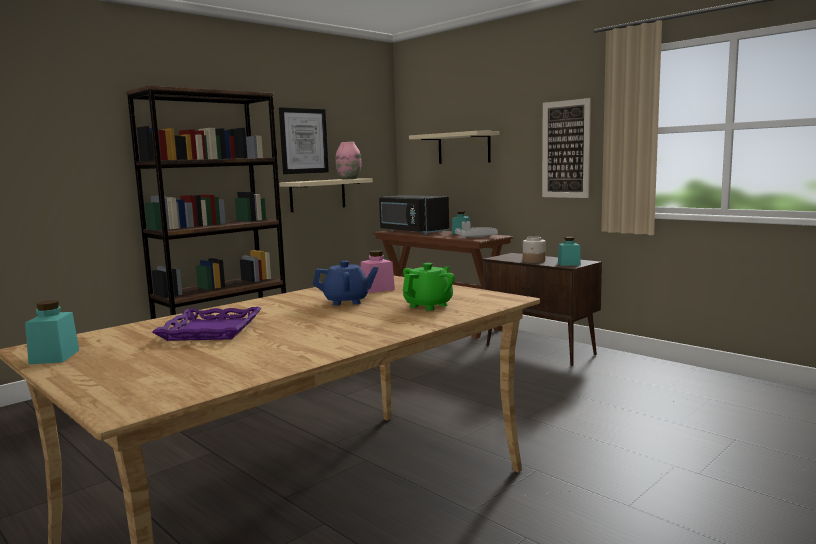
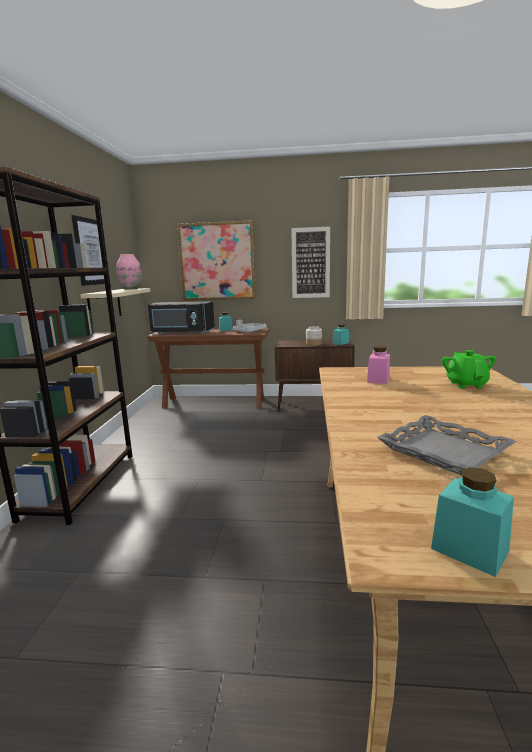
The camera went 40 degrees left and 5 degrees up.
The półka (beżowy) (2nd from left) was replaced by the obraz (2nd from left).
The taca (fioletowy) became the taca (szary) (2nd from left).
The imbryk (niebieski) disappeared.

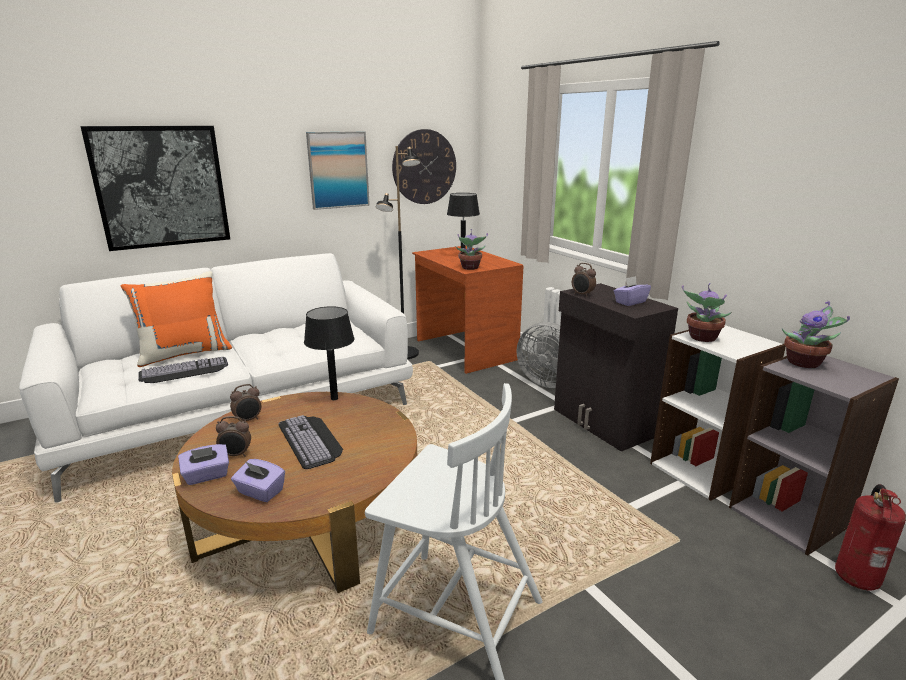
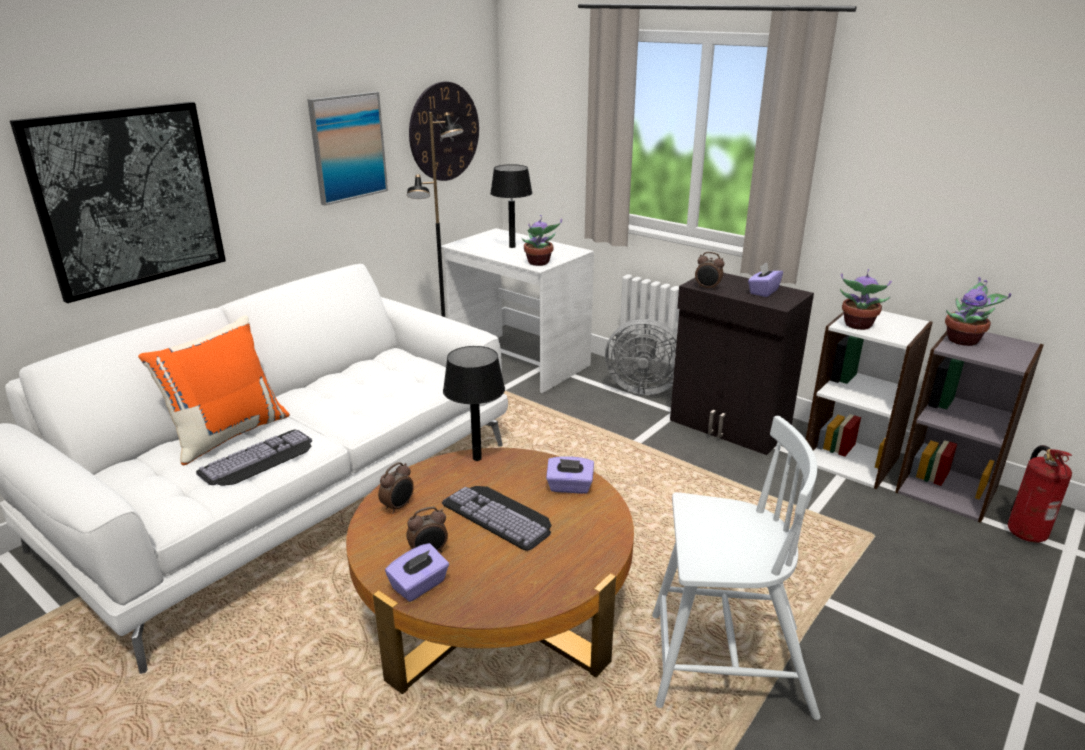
The camera went 20 degrees left and 5 degrees up.
The biurko (brązowy) became the biurko (biały).
The pudełko chusteczek (fioletowy) (2nd from left) moved.

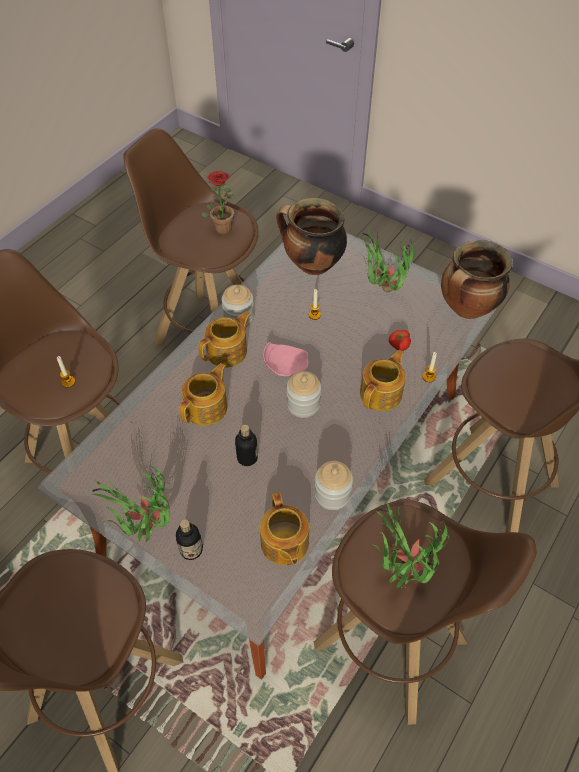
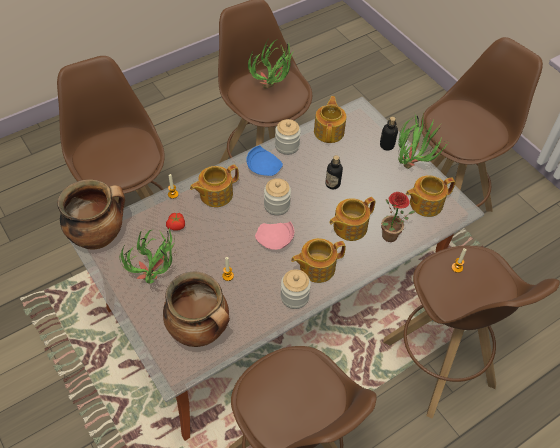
The camera went 160 degrees left and 0 degrees up.
The talerz (niebieski) appeared.
The roślina doniczkowa (2nd from left in the first image) moved.
The imbryk (5th from left) appeared.

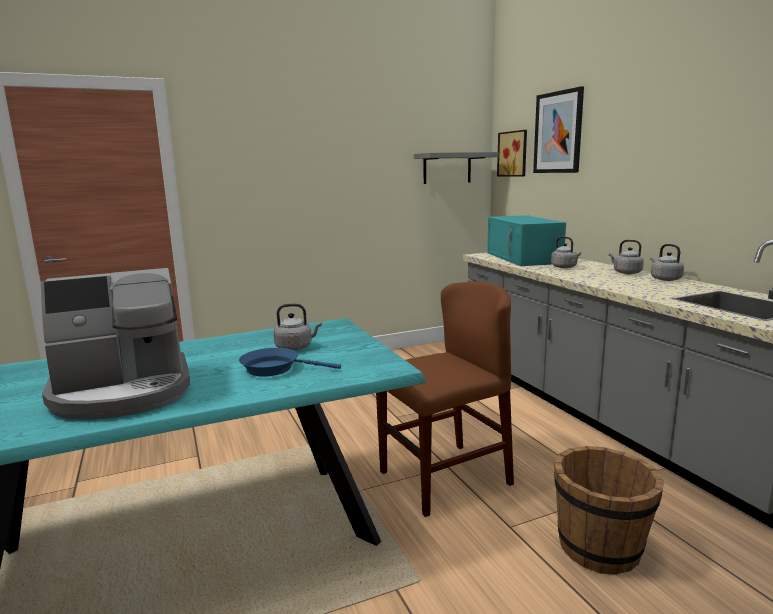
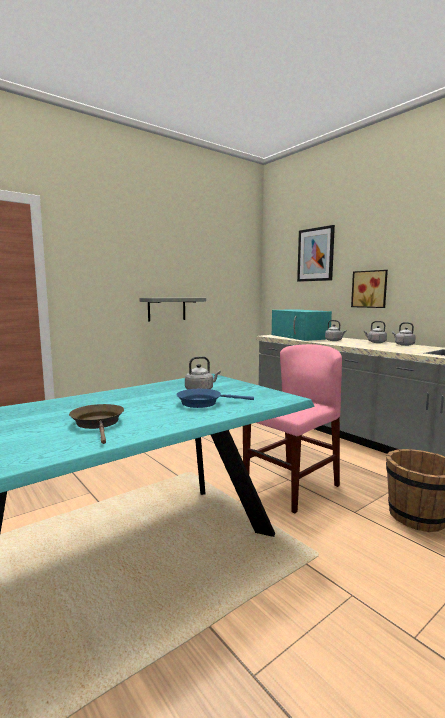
The camera went 15 degrees left and 5 degrees down.
The ekspres do kawy was replaced by the patelnia (brązowy).
The półka (szary) moved.
The krzesło (brązowy) became the krzesło (różowy).
The obraz (1st from left in the first image) moved.

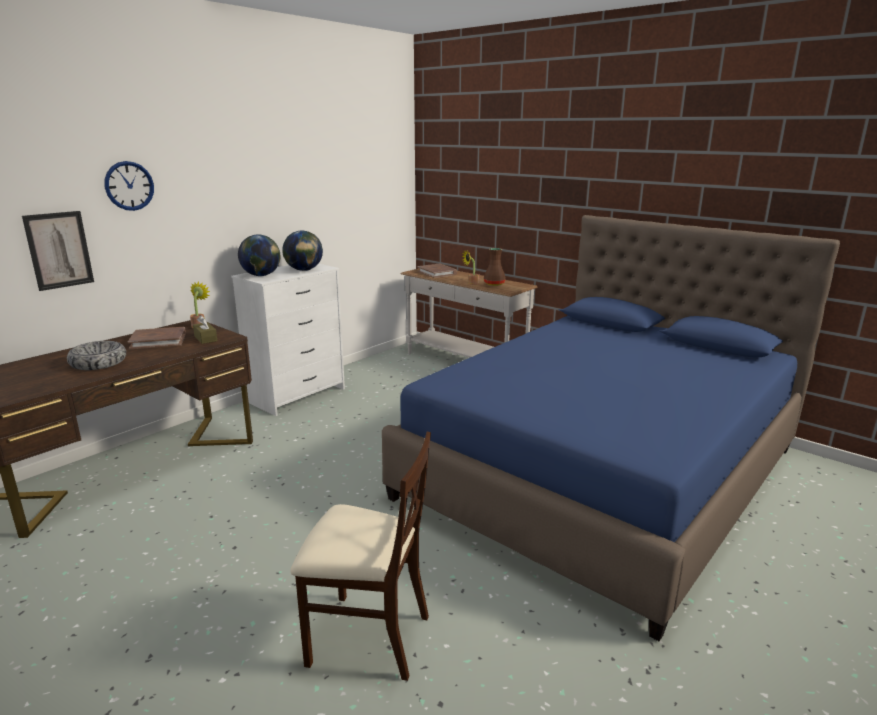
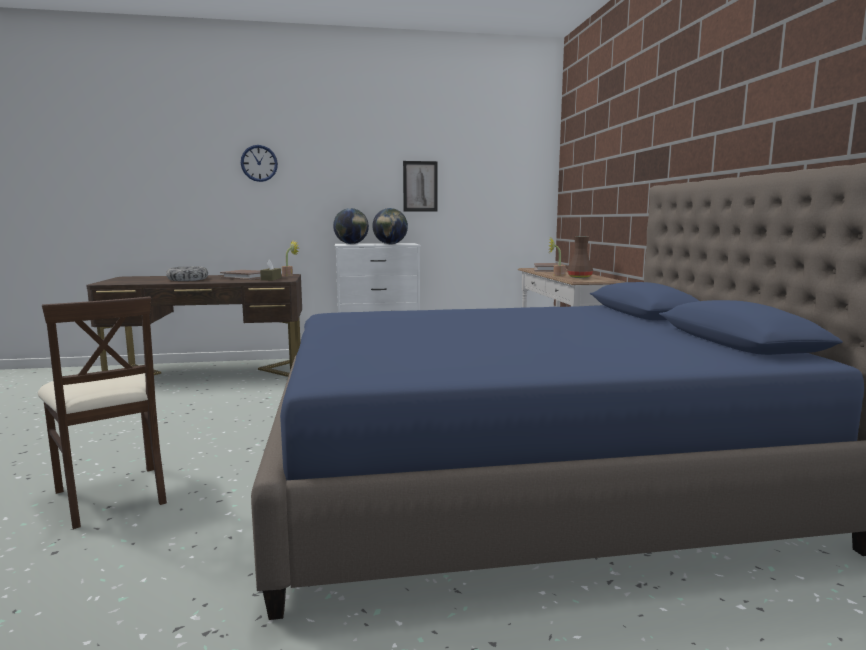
The camera went 40 degrees right and 10 degrees down.
The obraz moved.

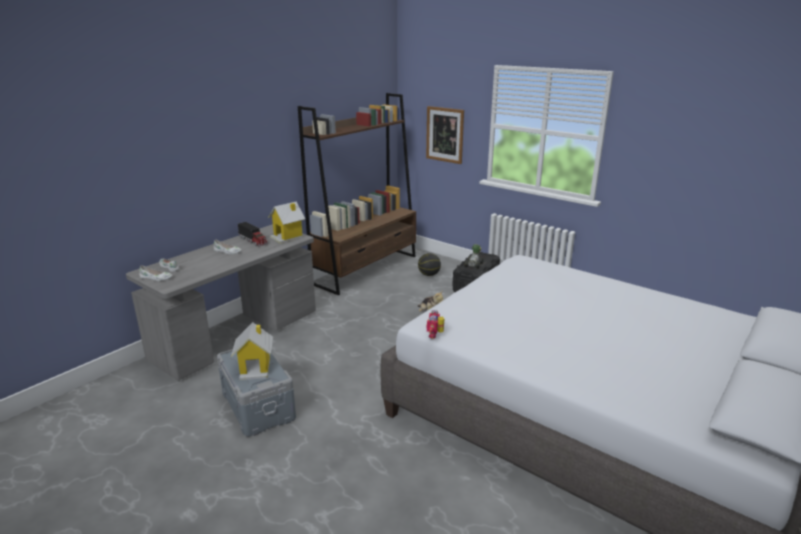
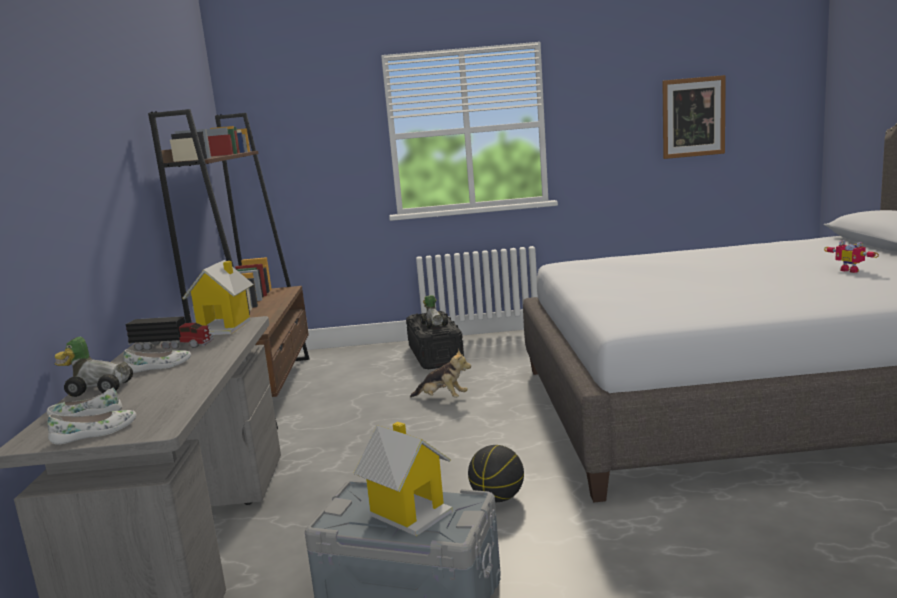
The camera went 40 degrees left and 10 degrees down.
The samochodzik (1st from left) appeared.
The piłka do koszykówki moved.
The obraz moved.
The robot zabawkowy moved.

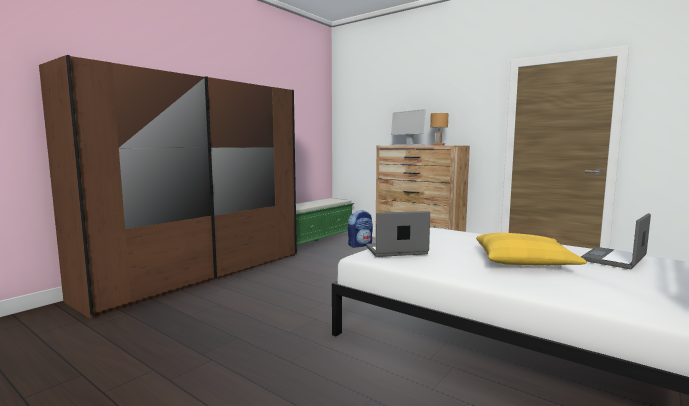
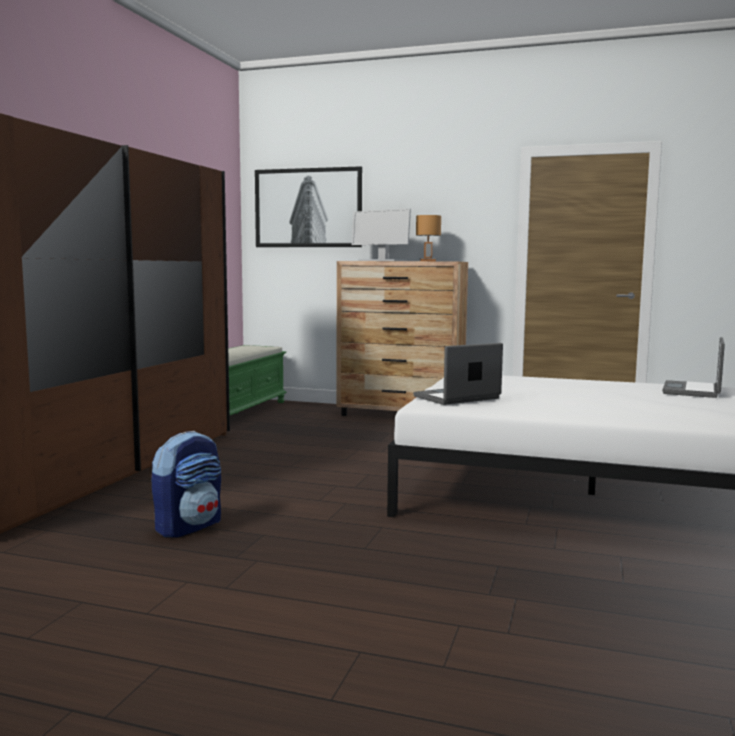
The camera went 20 degrees left and 0 degrees up.
The plecak moved.
The obraz appeared.
The poduszka (żółty) disappeared.

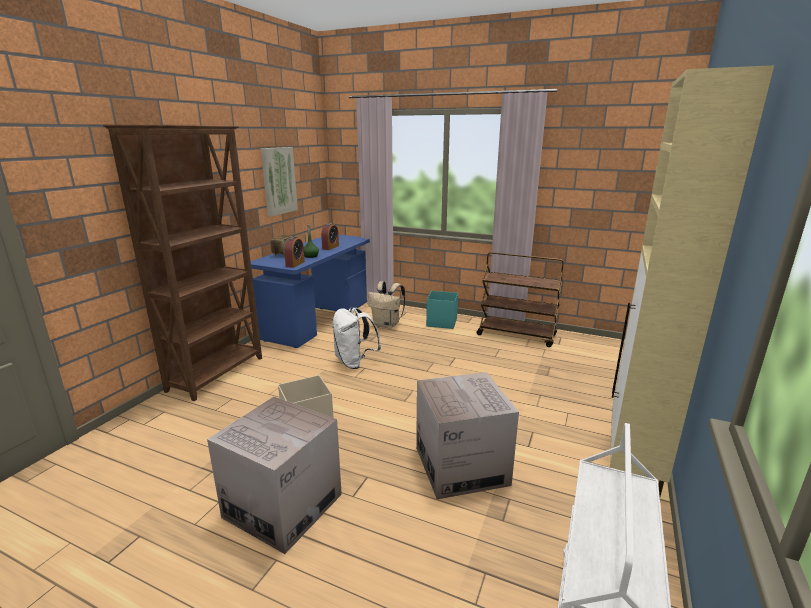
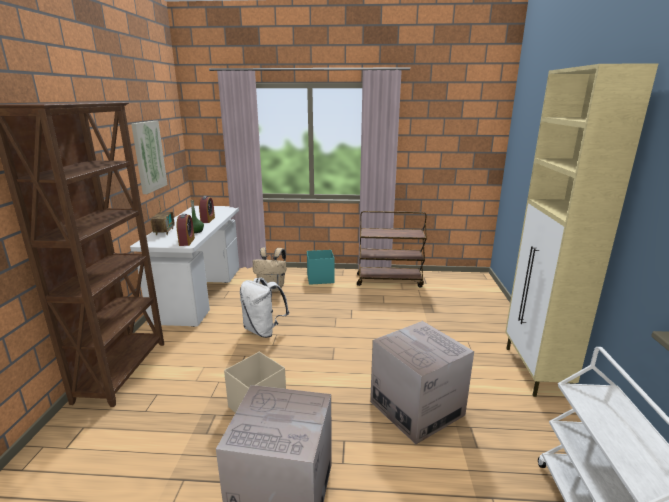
The camera went 20 degrees left and 0 degrees up.
The biurko (niebieski) became the biurko (biały).

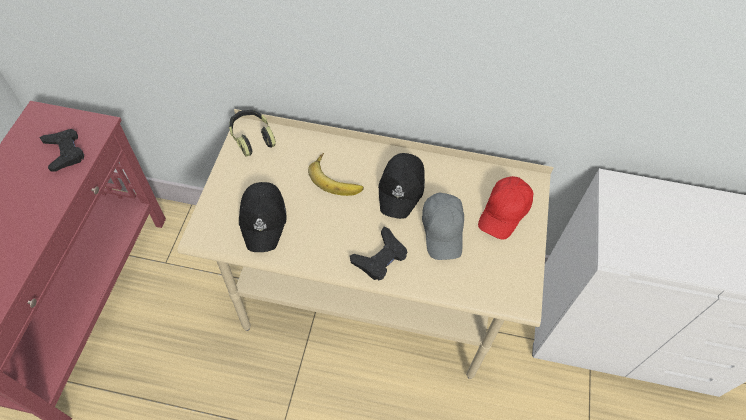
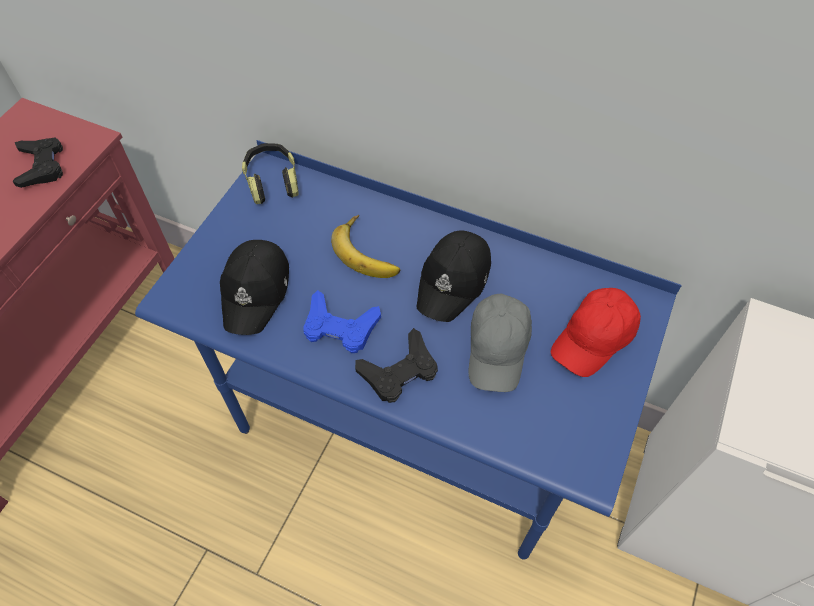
The camera went 15 degrees right and 0 degrees up.
The biurko (beżowy) became the biurko (niebieski).
The pad do gier (niebieski) appeared.

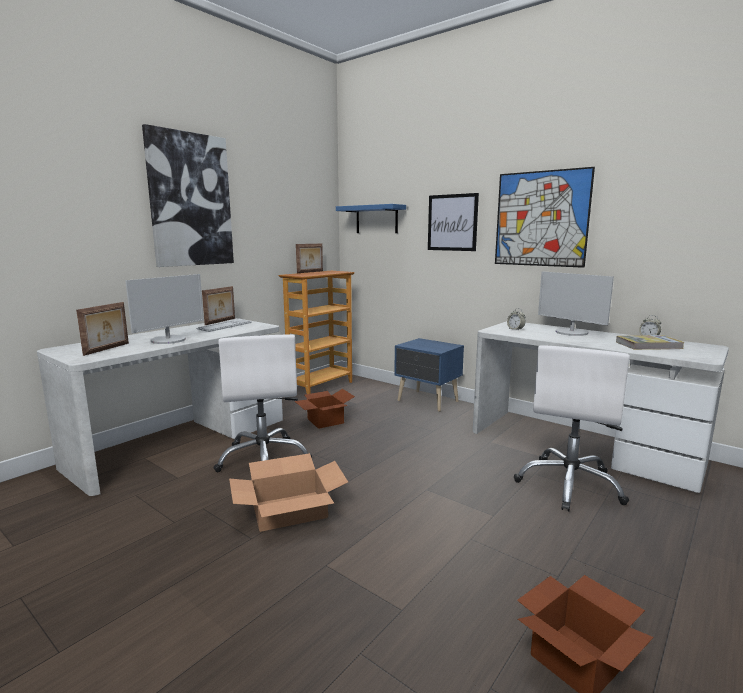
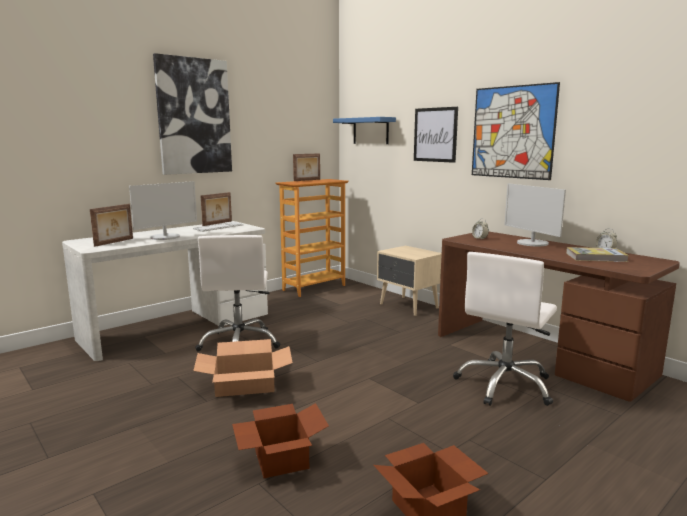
The camera went 10 degrees right and 0 degrees up.
The karton (2nd from left) moved.
The szafka nocna (niebieski) became the szafka nocna (beżowy).
The biurko (biały) (2nd from left) became the biurko (brązowy).

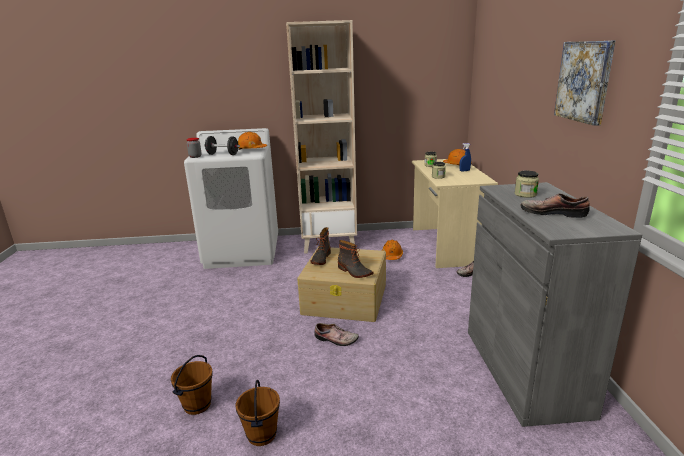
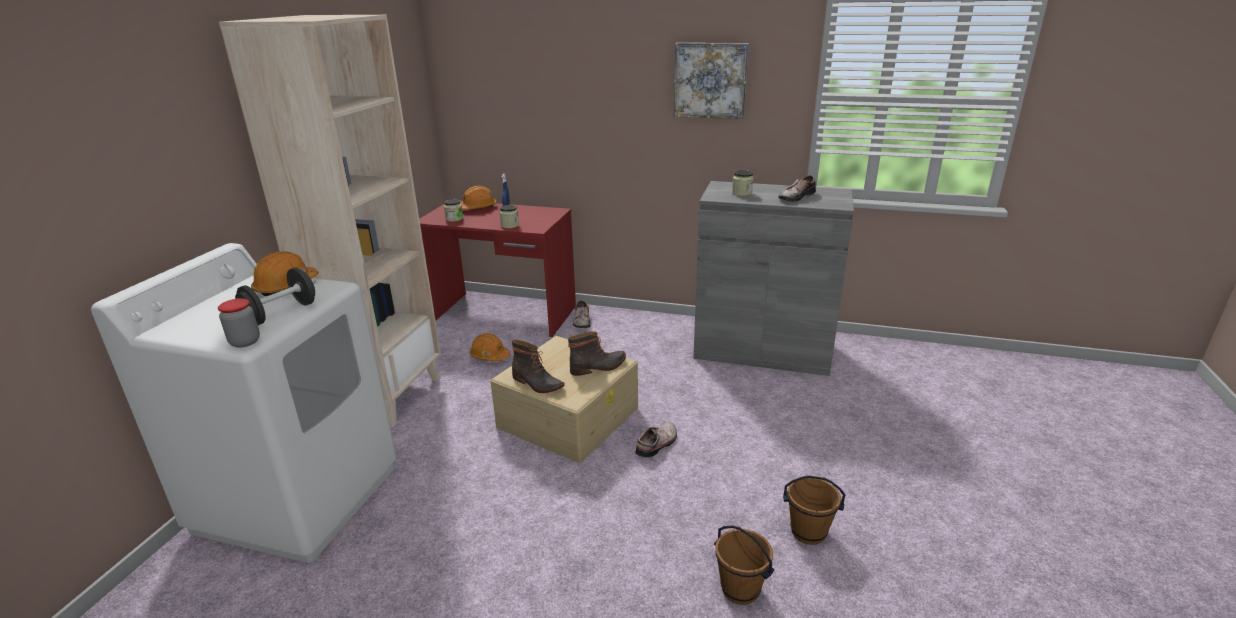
The camera went 70 degrees left and 5 degrees up.
The biurko (beżowy) became the biurko (czerwony).

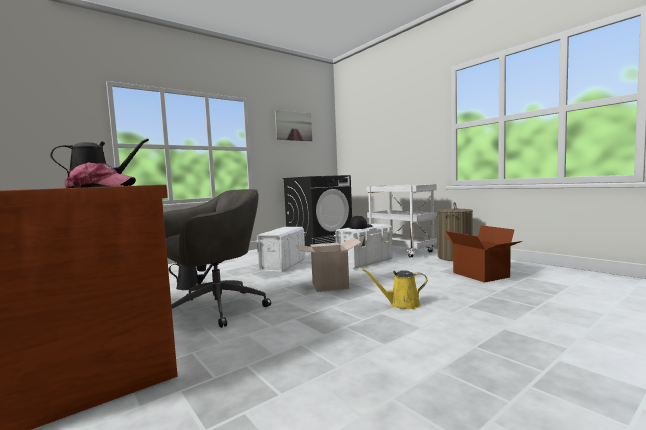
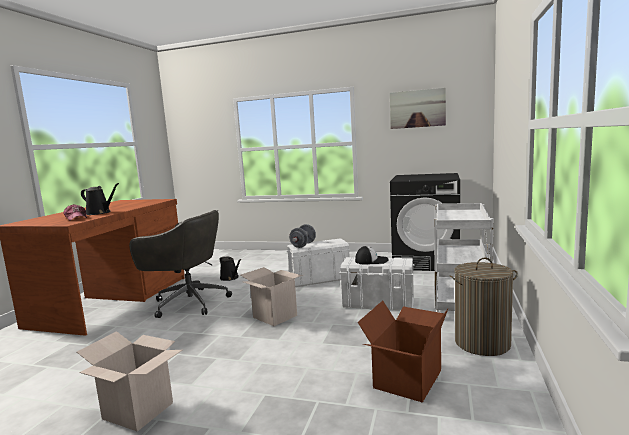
The camera went 55 degrees right and 5 degrees up.
The karton (1st from left) appeared.
The hantel (szary) appeared.
The konewka (żółty) disappeared.

